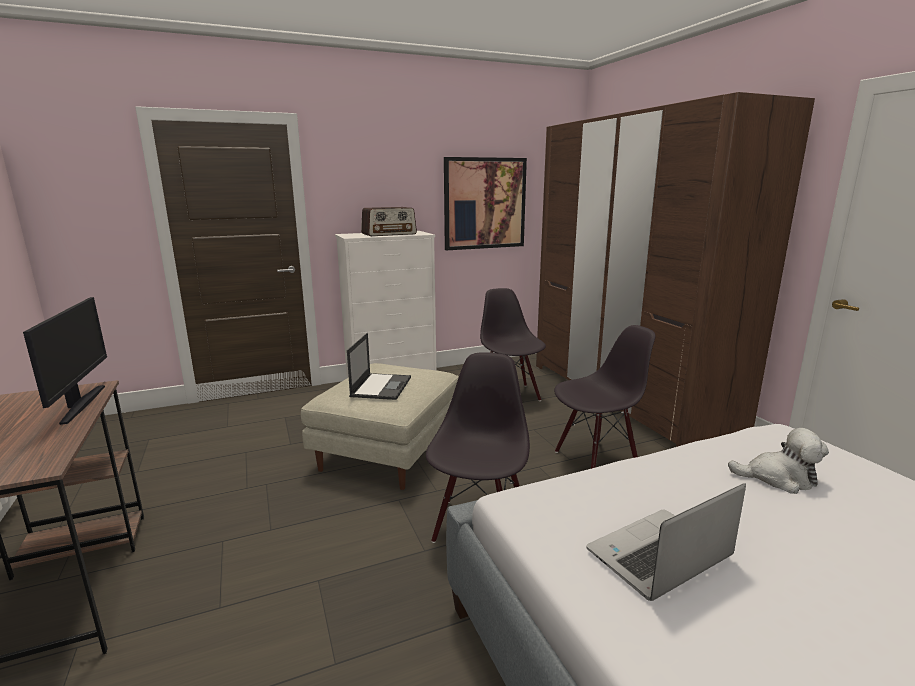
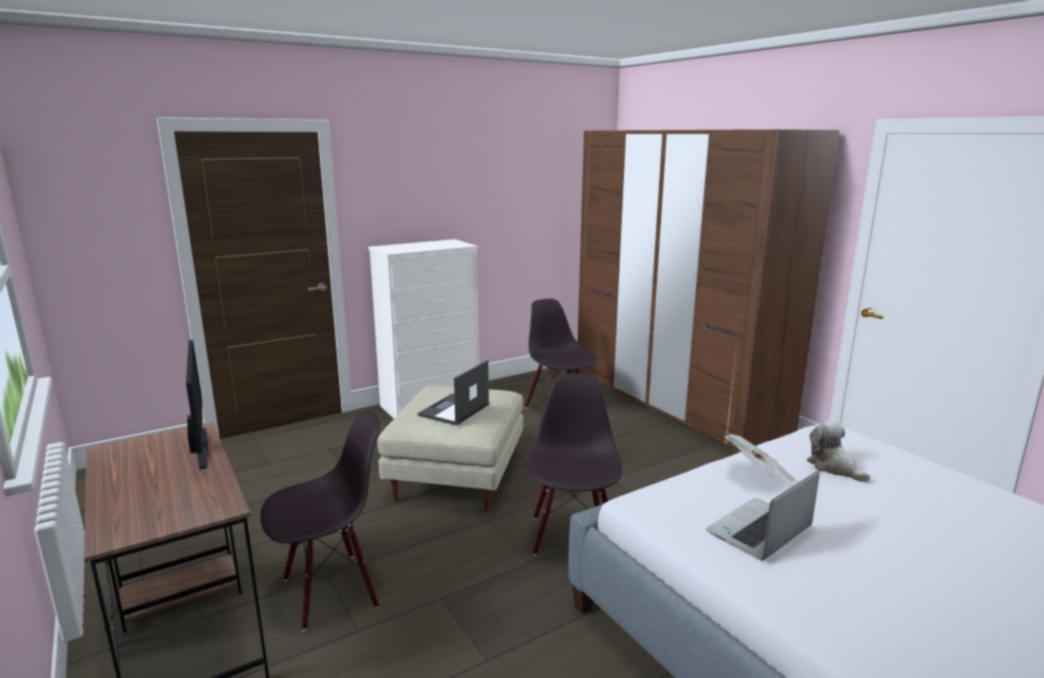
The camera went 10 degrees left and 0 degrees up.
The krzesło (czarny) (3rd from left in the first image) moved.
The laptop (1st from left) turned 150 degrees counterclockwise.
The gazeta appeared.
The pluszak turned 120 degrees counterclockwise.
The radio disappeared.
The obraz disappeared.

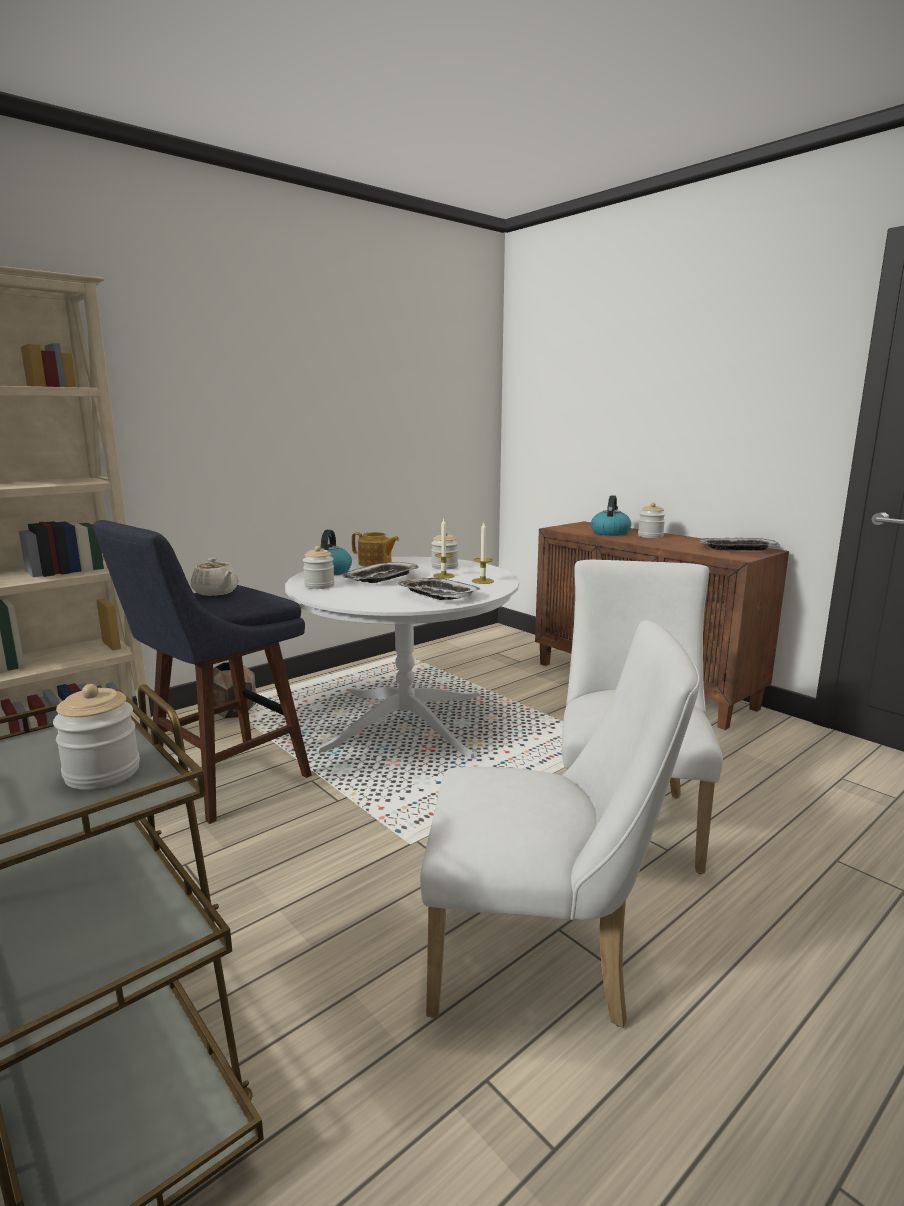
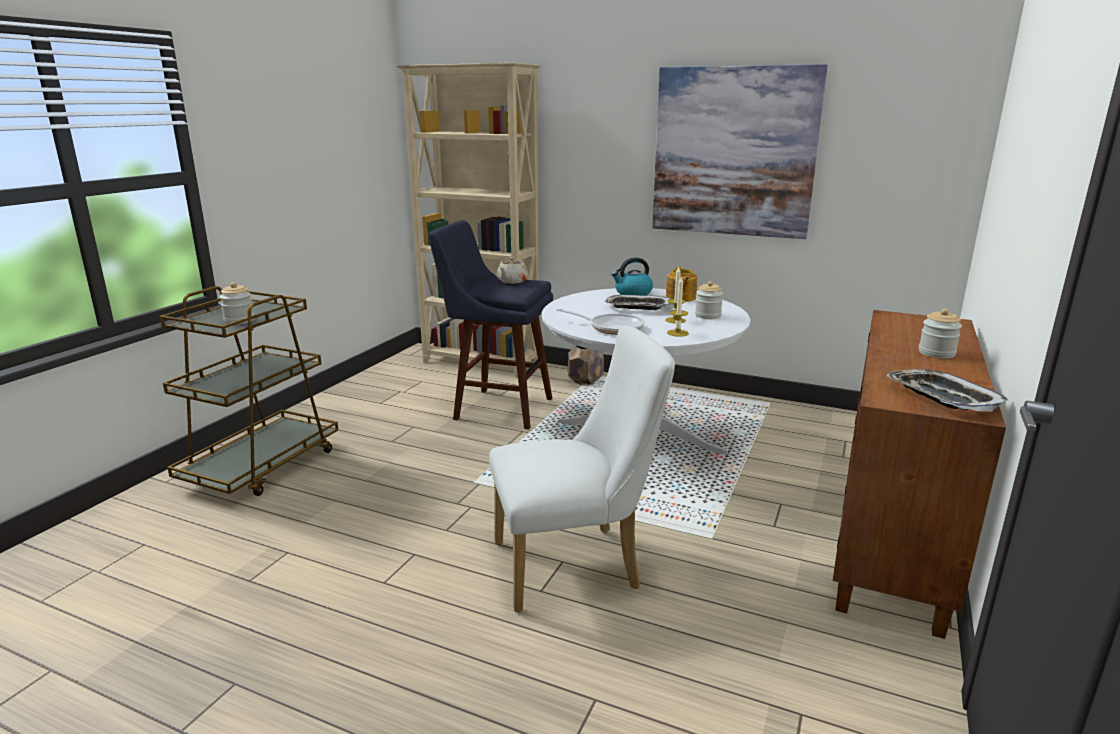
The camera went 65 degrees right and 5 degrees up.
The taca (2nd from left) was replaced by the patelnia.
The obraz appeared.
The słoik (2nd from left) disappeared.
The krzesło (biały) (1st from left) disappeared.
The czajnik (2nd from left) disappeared.

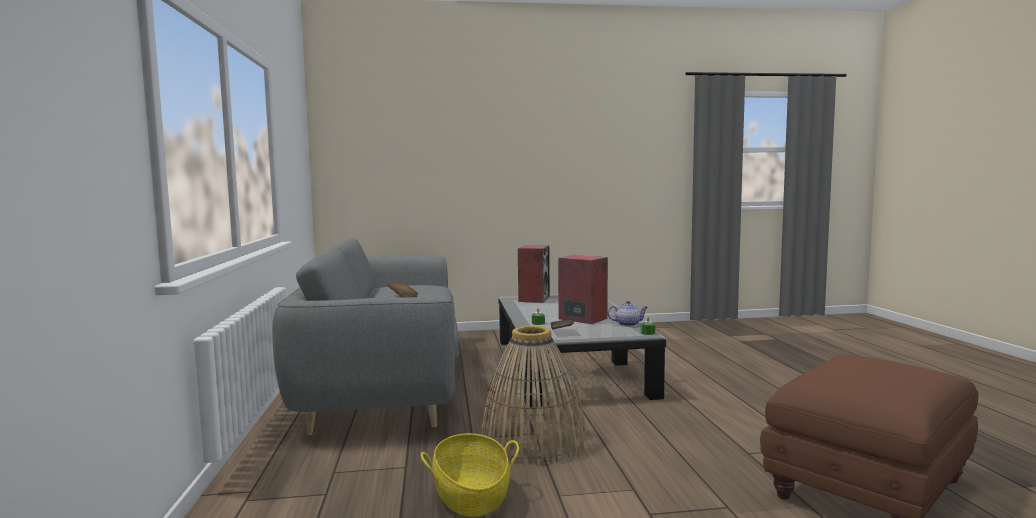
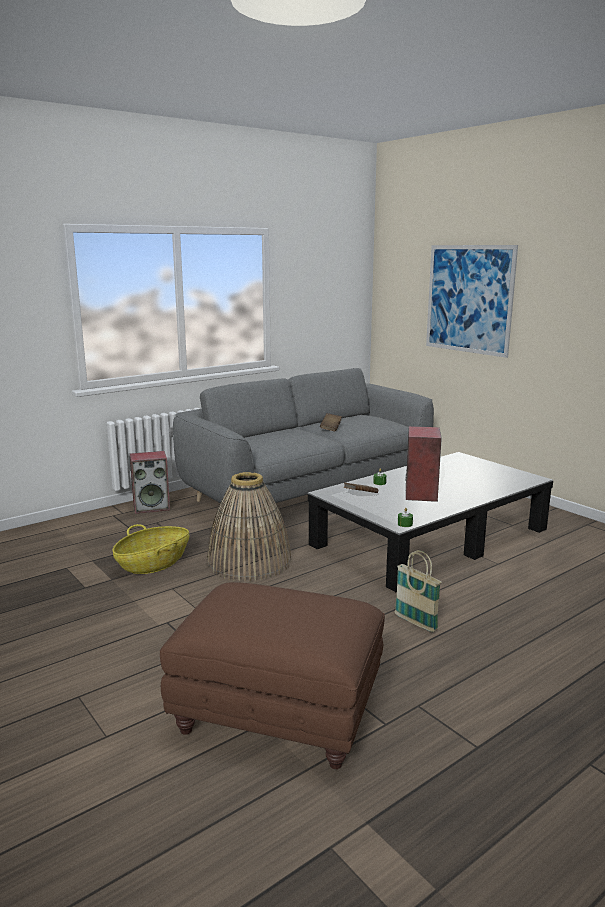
The camera went 60 degrees right and 10 degrees up.
The głośnik (1st from left) moved.
The koszyk (3rd from left) appeared.
The obraz appeared.
The imbryk disappeared.

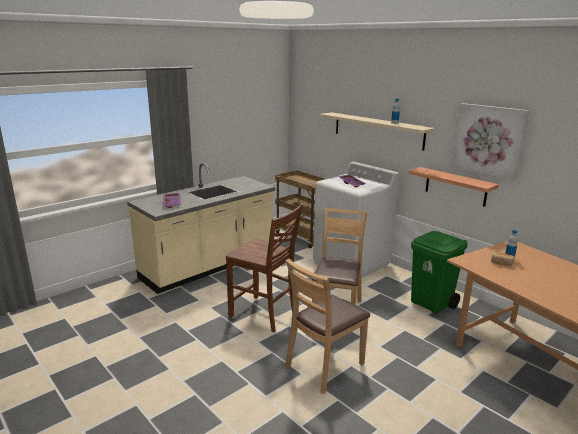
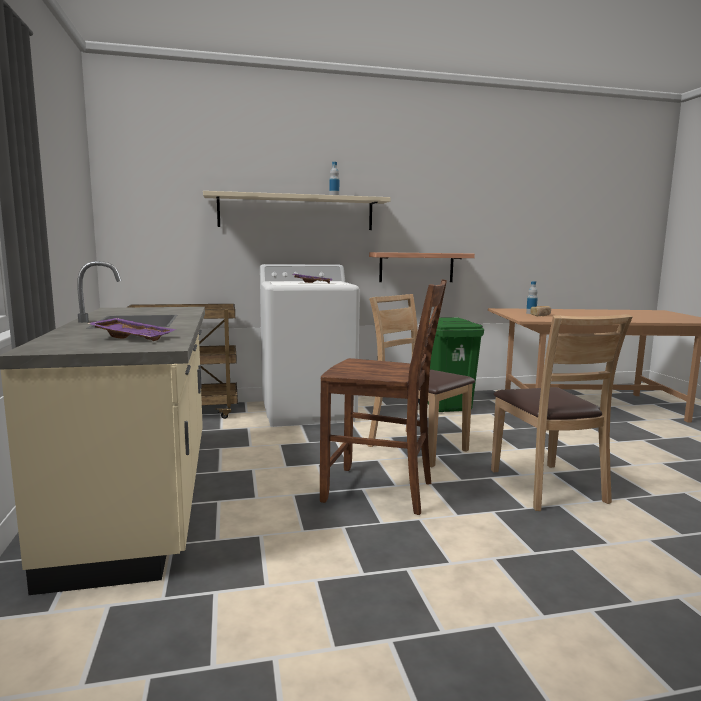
The camera went 60 degrees left and 10 degrees down.
The krzesło (brązowy) (1st from left) turned 45 degrees clockwise.
The obraz disappeared.

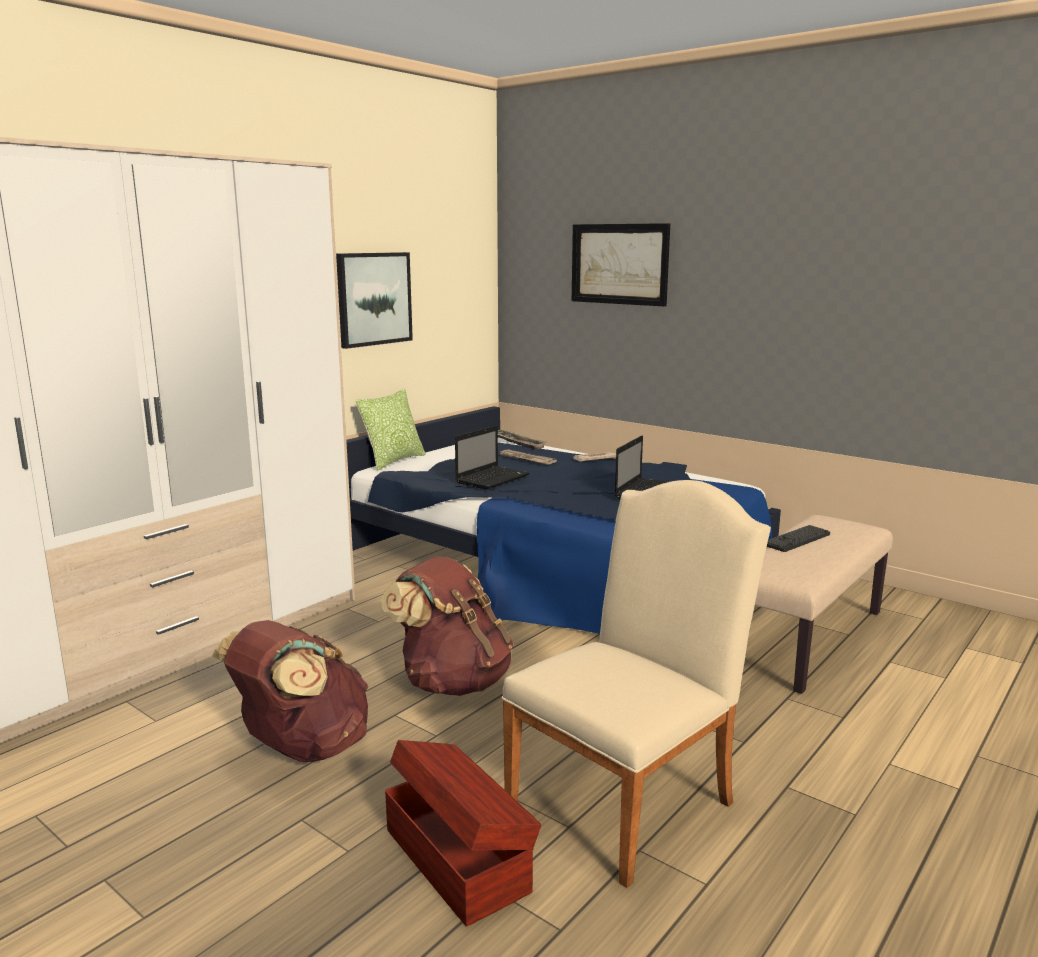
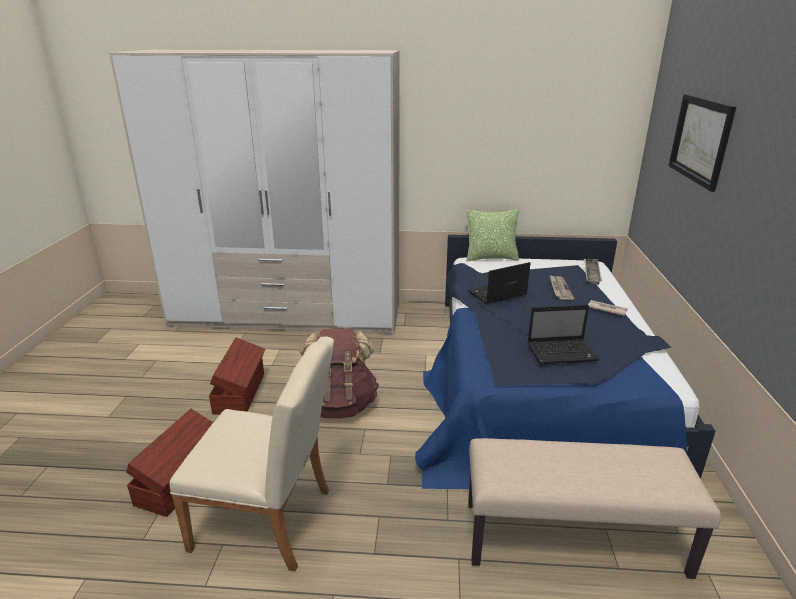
The camera went 55 degrees right and 10 degrees up.
The plecak (brązowy) (1st from left) was replaced by the pojemnik do przechowywania (brązowy) (2nd from left).
The laptop (1st from left) turned 150 degrees clockwise.
The obraz (1st from left) disappeared.
The klawiatura disappeared.

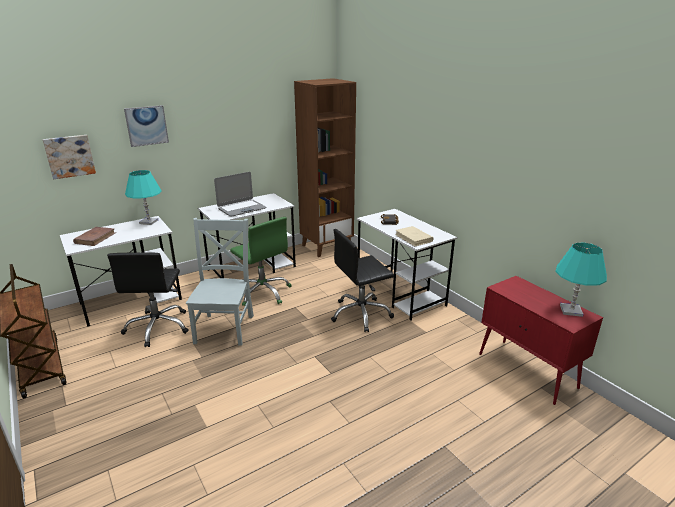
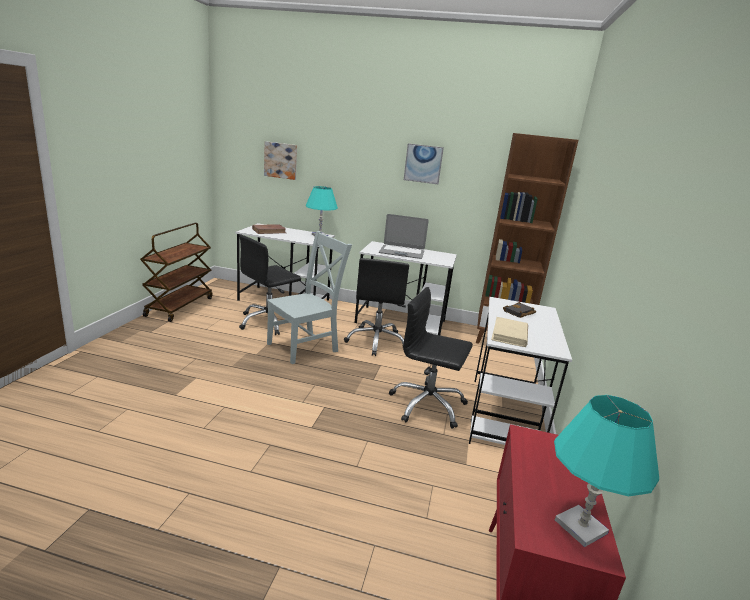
The camera went 45 degrees right and 5 degrees down.
The krzesło biurowe (zielony) became the krzesło biurowe (czarny) (2nd from left).
The obraz (2nd from left) moved.

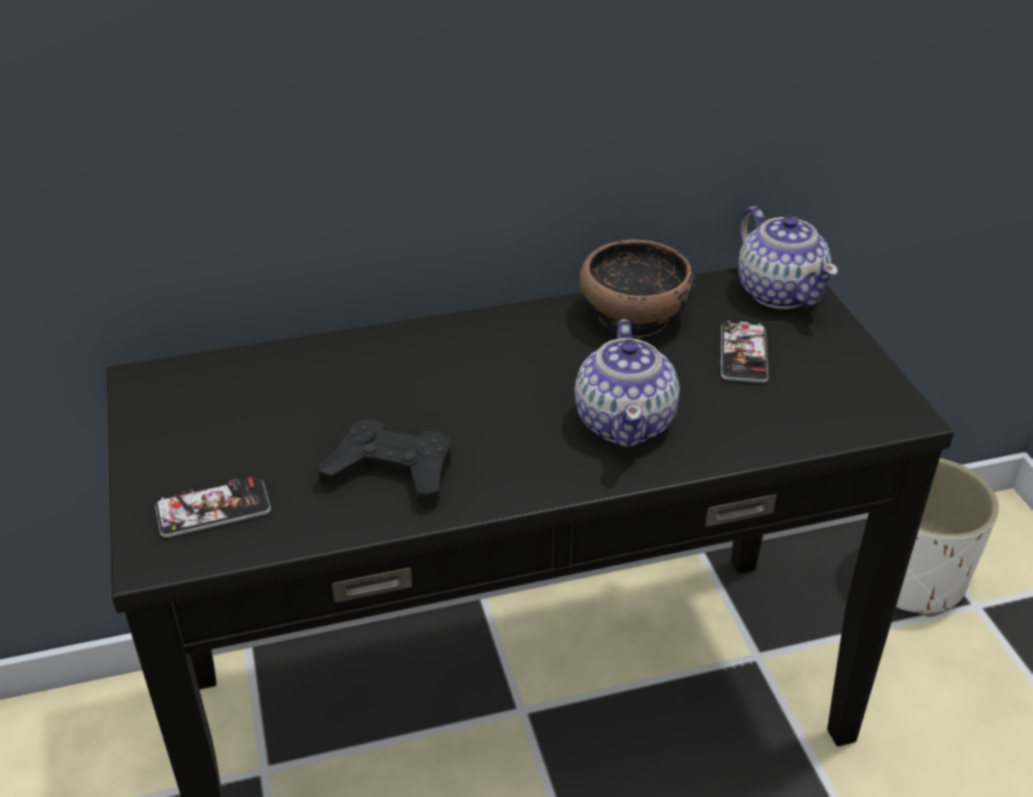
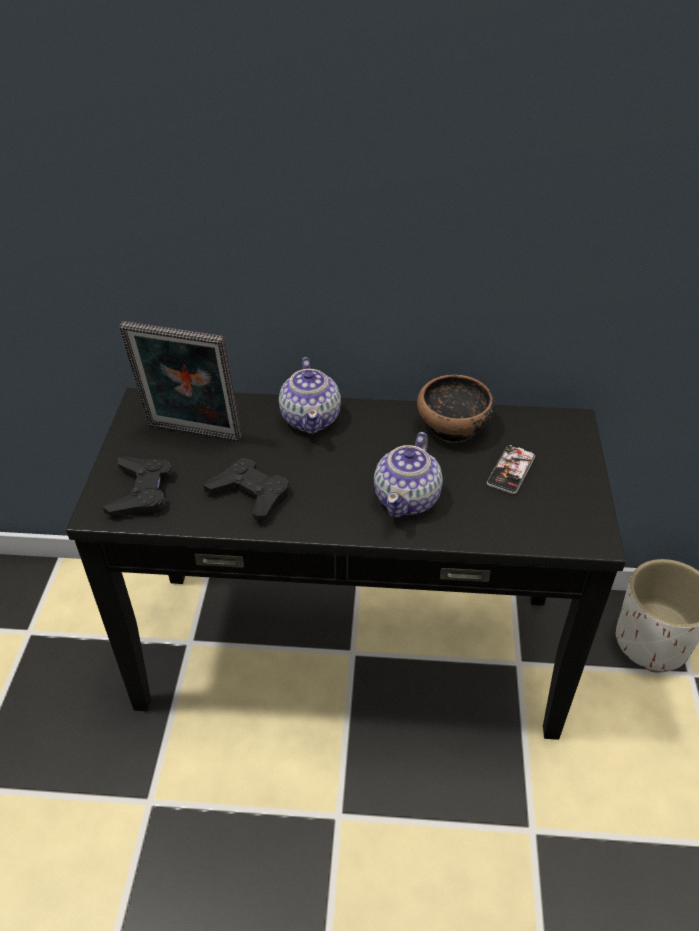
The camera went 20 degrees right and 5 degrees up.
The telefon (1st from left) was replaced by the pad do gier (czarny) (1st from left).
The ramka na zdjęcie appeared.
The imbryk (2nd from left in the first image) moved.

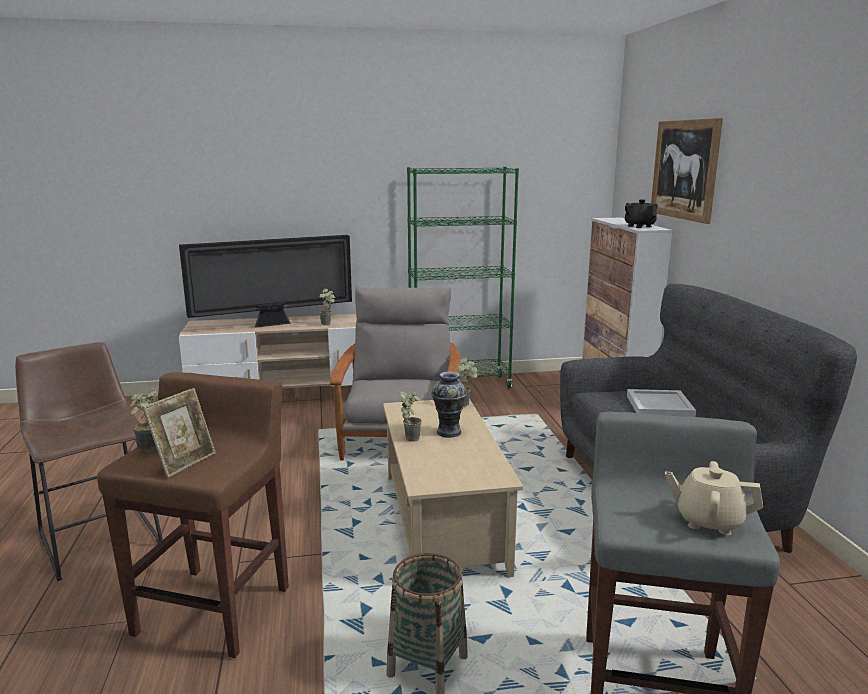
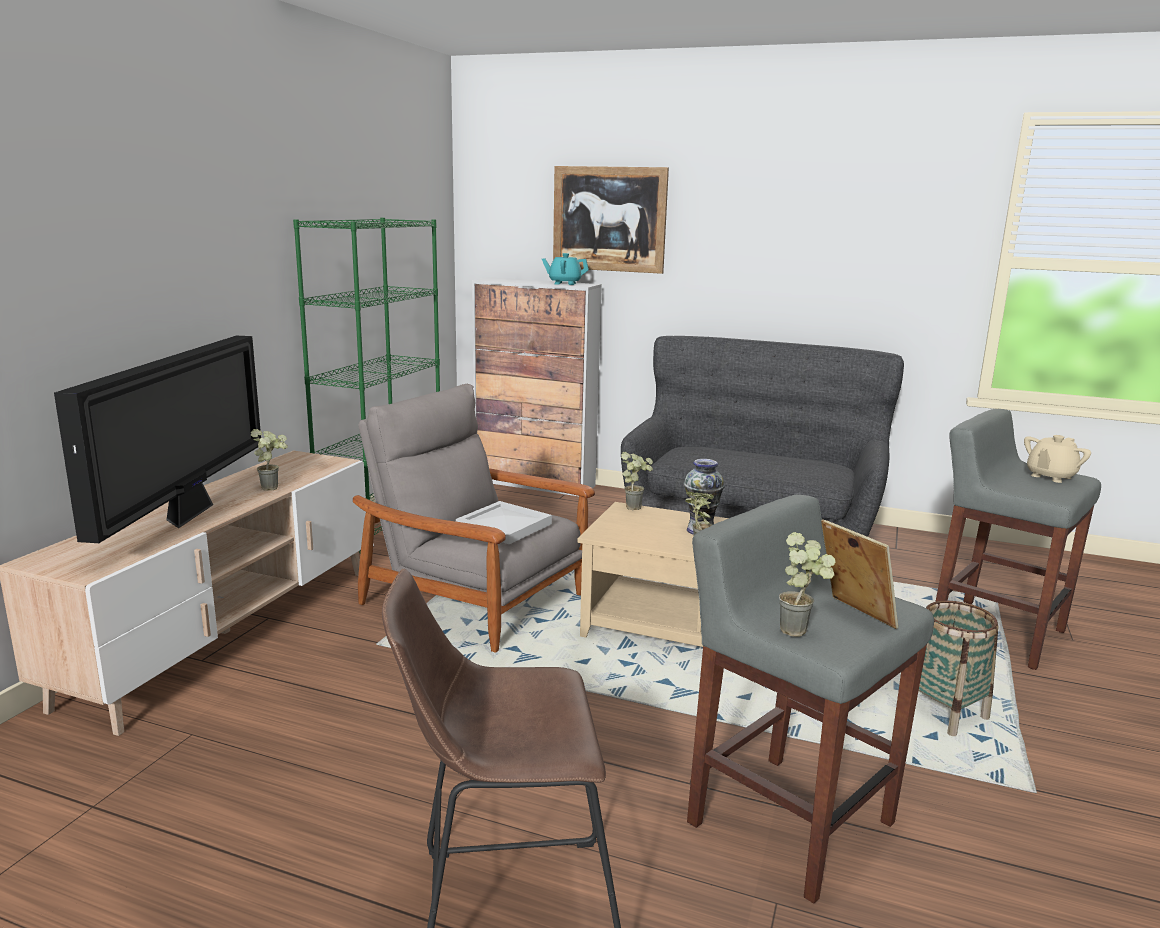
The camera went 60 degrees left and 0 degrees up.
The taca (biały) moved.
The imbryk (czarny) became the imbryk (turkusowy).
The stołek (brązowy) (2nd from left) became the stołek (szary) (1st from left).

